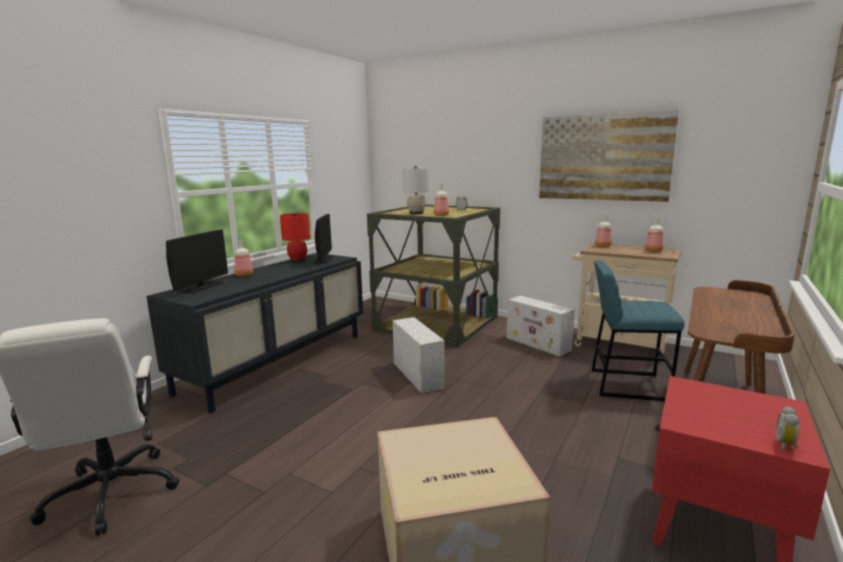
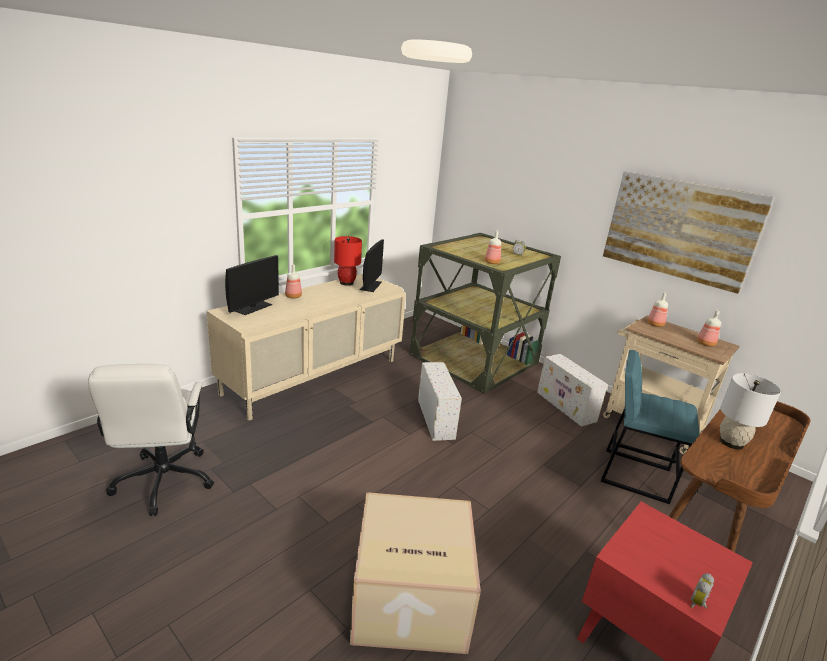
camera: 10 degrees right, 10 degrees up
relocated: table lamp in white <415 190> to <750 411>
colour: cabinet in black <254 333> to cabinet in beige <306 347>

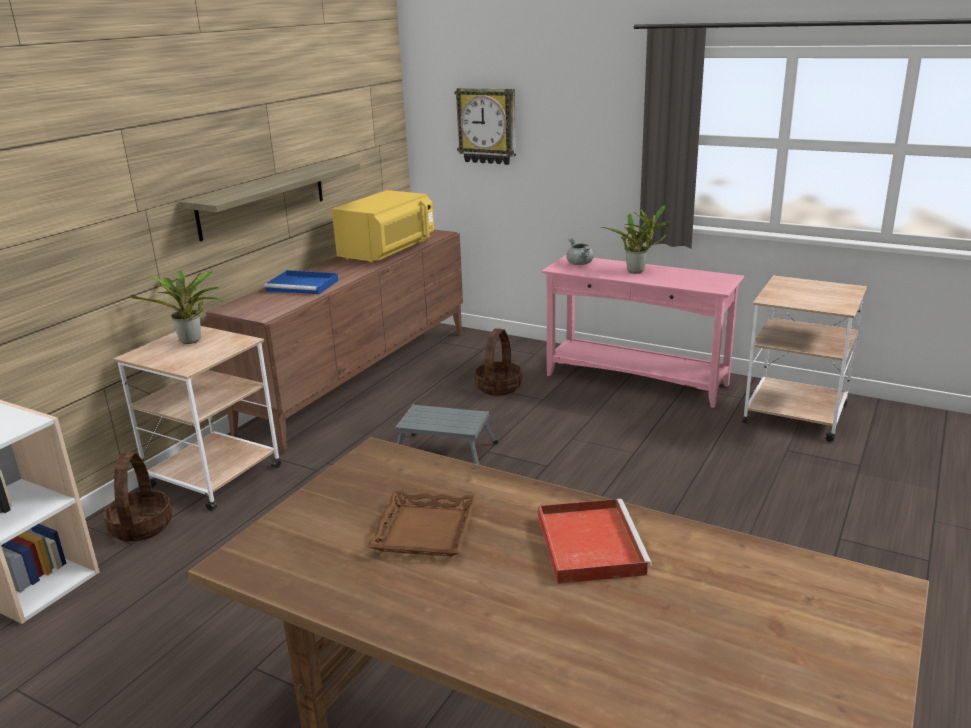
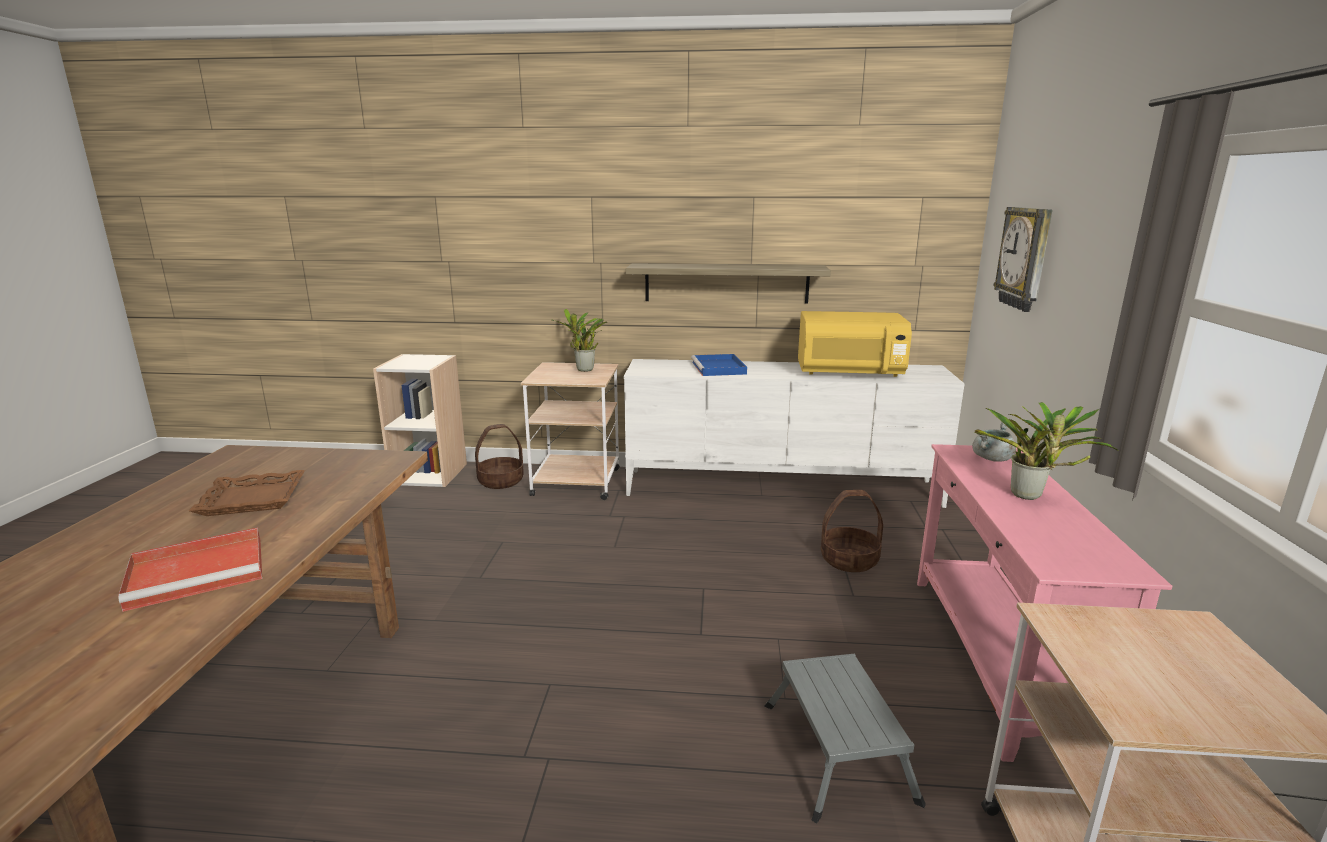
camera: 65 degrees right, 5 degrees down
relocated: step ladder in grey <446 434> to <845 739>
colour: cabinet in brown <334 342> to cabinet in white <794 433>

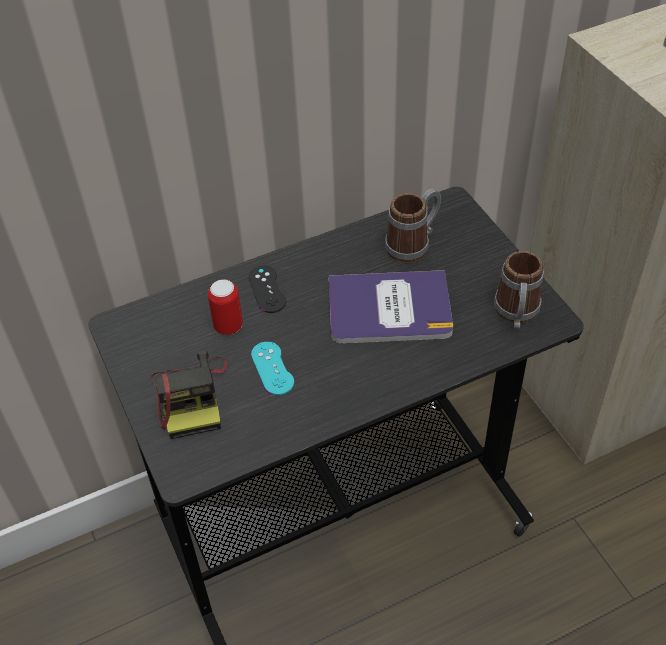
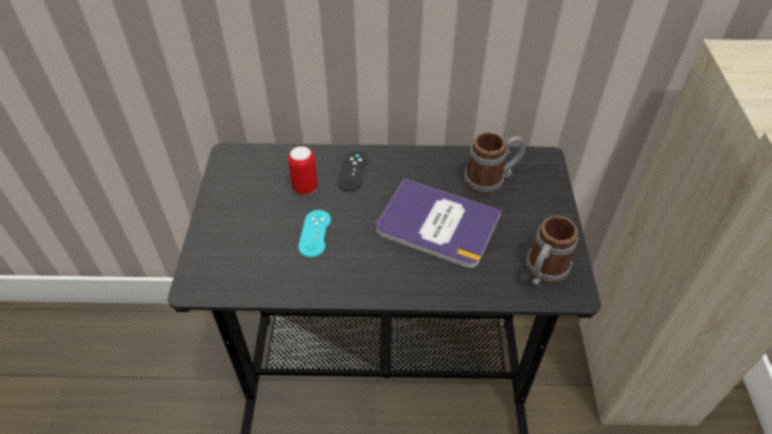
camera: 25 degrees right, 0 degrees up
missing: photo camera <189 394>

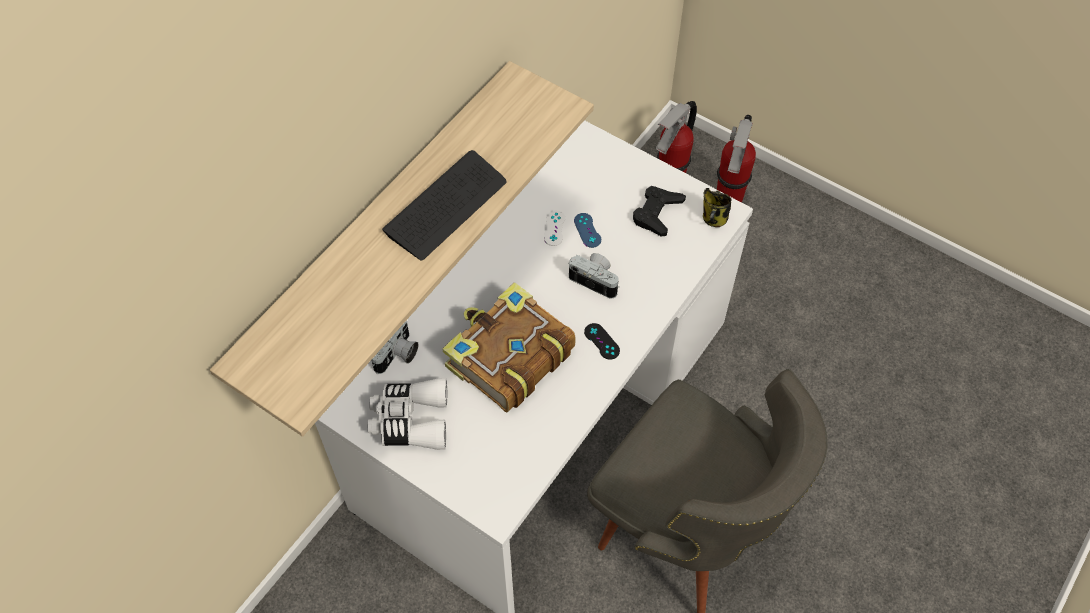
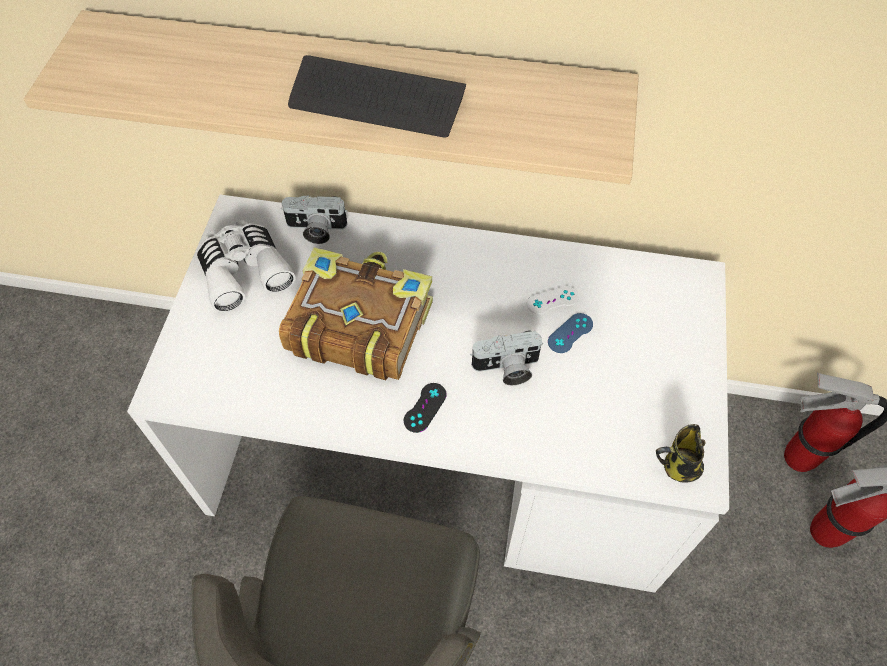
camera: 65 degrees right, 0 degrees up
missing: game controller in black <659 211>
spun: photo camera <593 276> = <506 358> 75 degrees clockwise

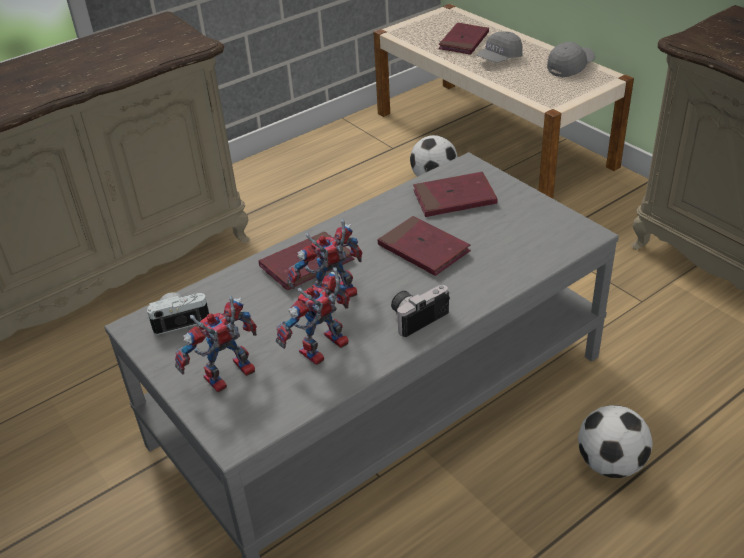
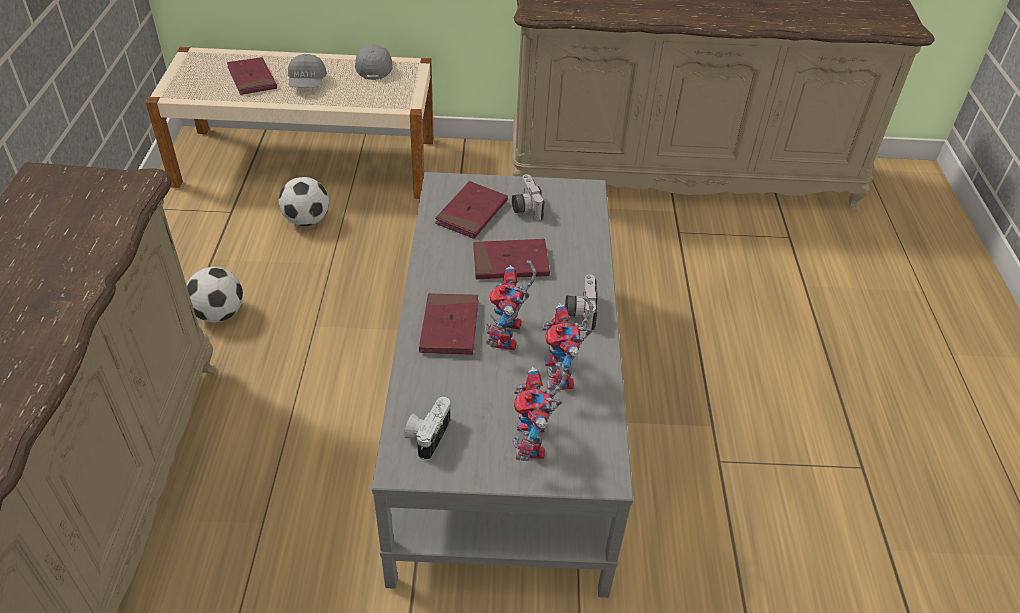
camera: 55 degrees left, 5 degrees up
appeared: photo camera <528 197>
relocated: football <615 441> to <214 294>

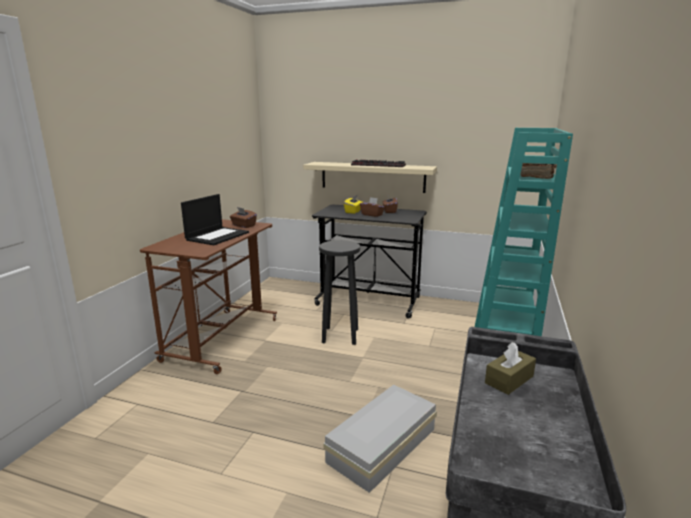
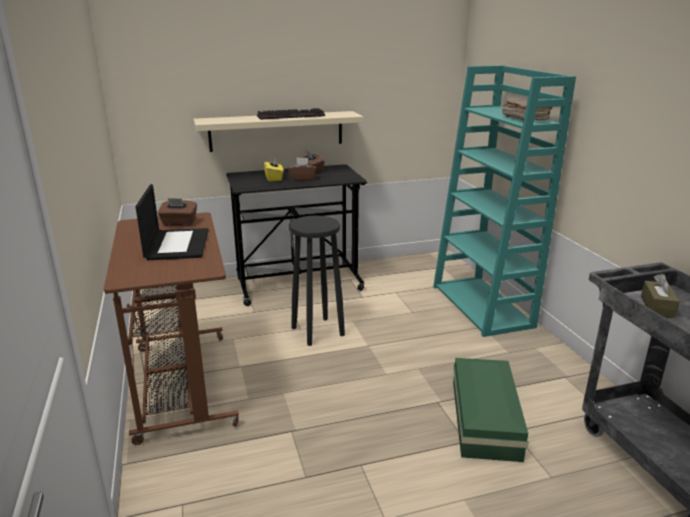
camera: 35 degrees left, 5 degrees up
colour: storage box in white <380 439> to storage box in green <491 410>

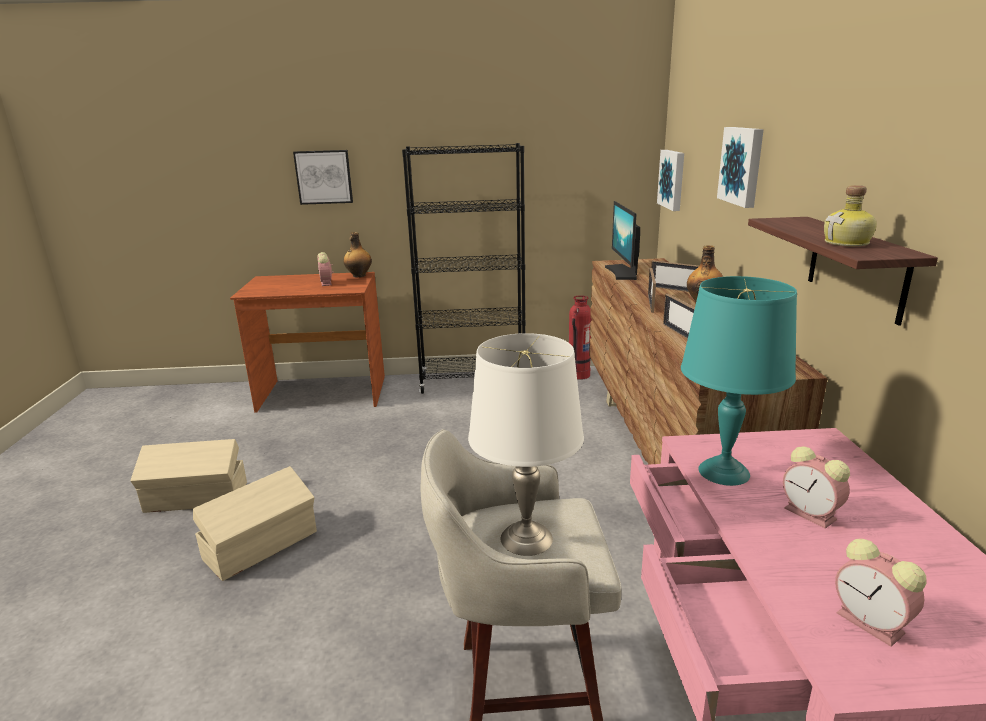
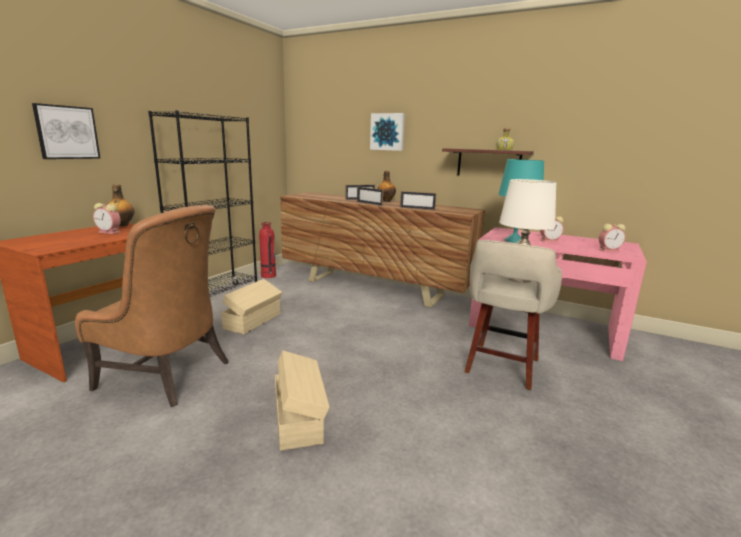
camera: 60 degrees left, 5 degrees down
missing: monitor <622 240>; picture <670 180>
appeared: chair in brown <152 306>
relocated: storage box in beige <189 476> to <251 306>

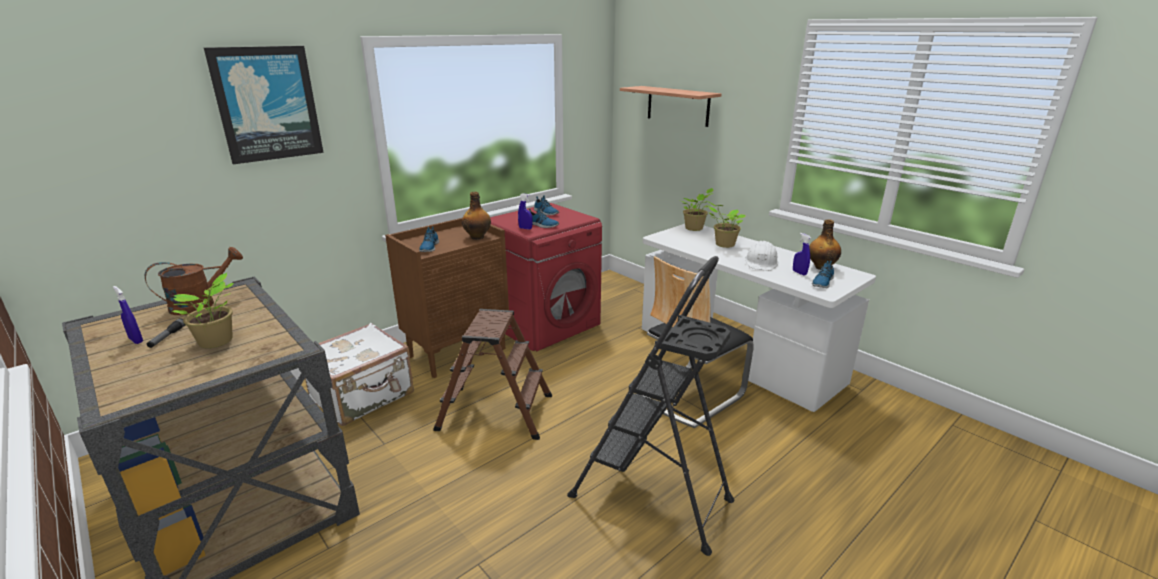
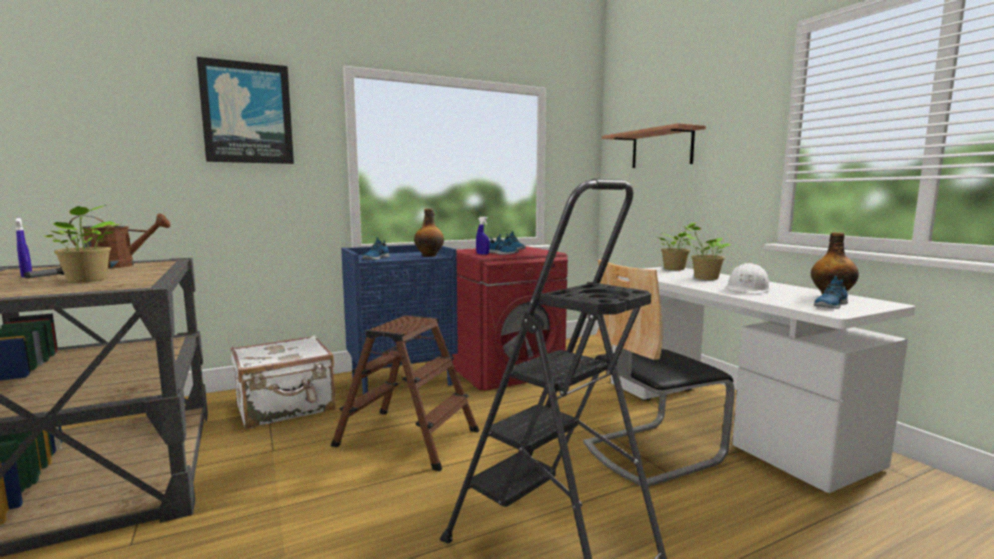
camera: 15 degrees right, 15 degrees down
missing: spray bottle in blue <802 254>
colour: cabinet in brown <447 298> to cabinet in blue <399 319>

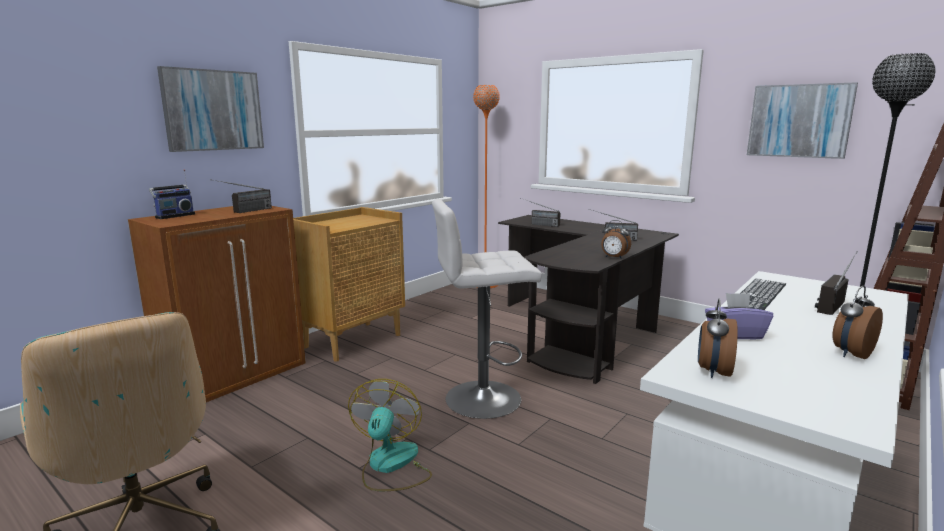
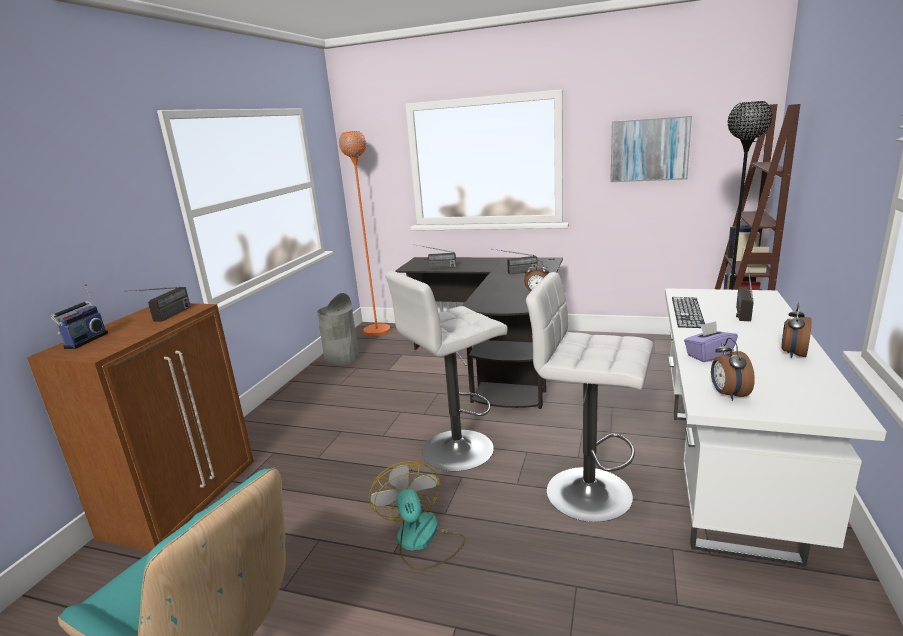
camera: 20 degrees left, 5 degrees up
missing: picture <210 109>; cabinet in brown <349 284>
appeared: trash can in grey <338 329>; stool in white <589 397>

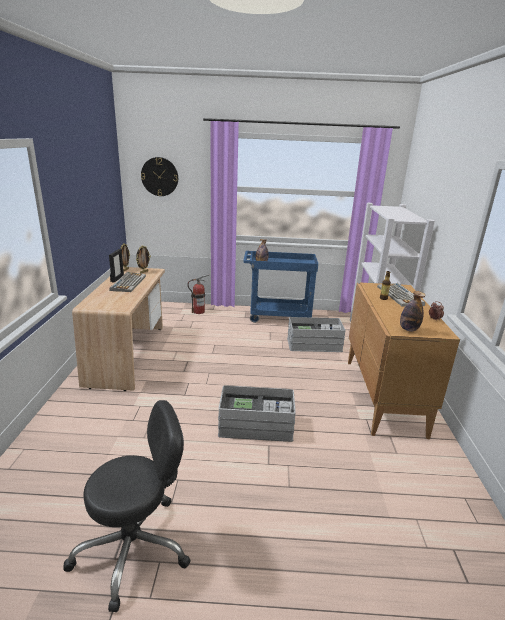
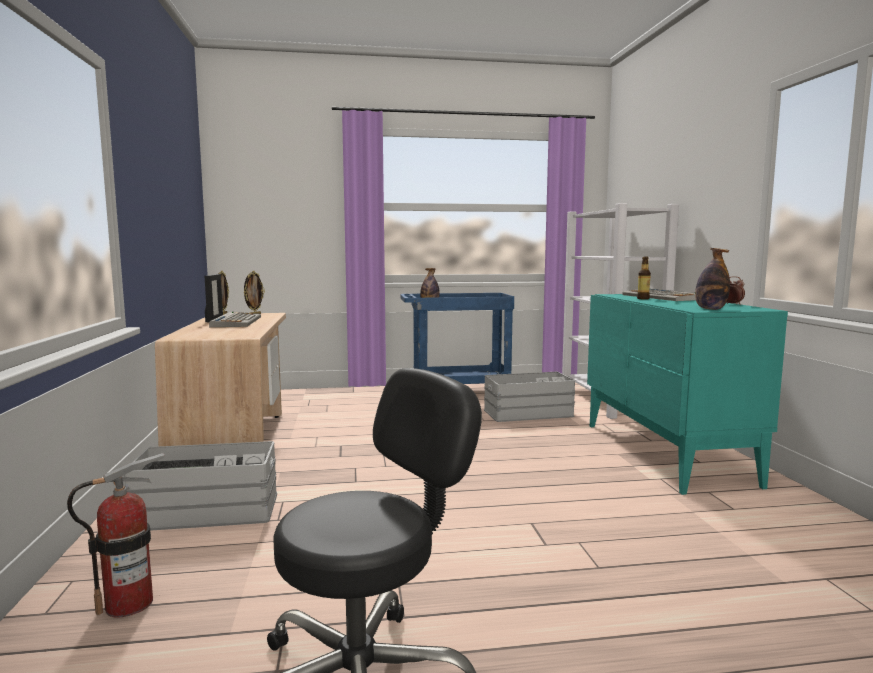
camera: 10 degrees left, 15 degrees down
missing: wall clock <159 176>
relocated: fire extinguisher <198 294> to <116 535>; storage box in grey <257 413> to <200 486>
colour: cabinet in brown <404 361> to cabinet in turquoise <687 394>

